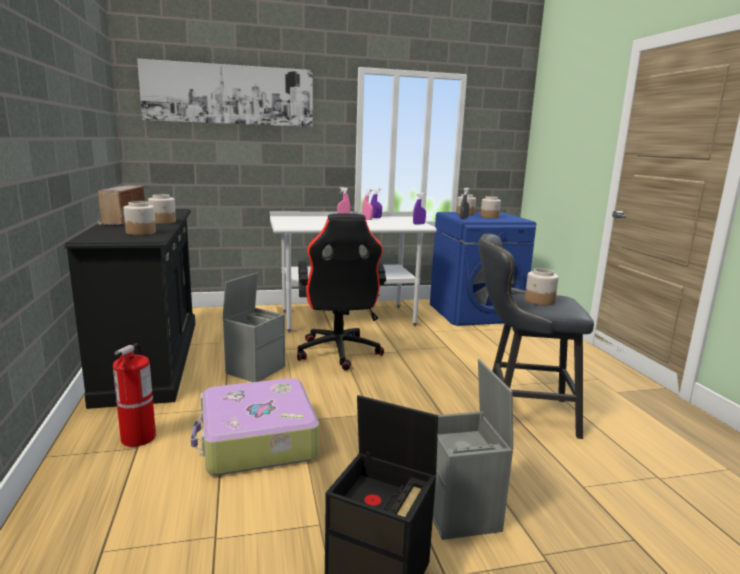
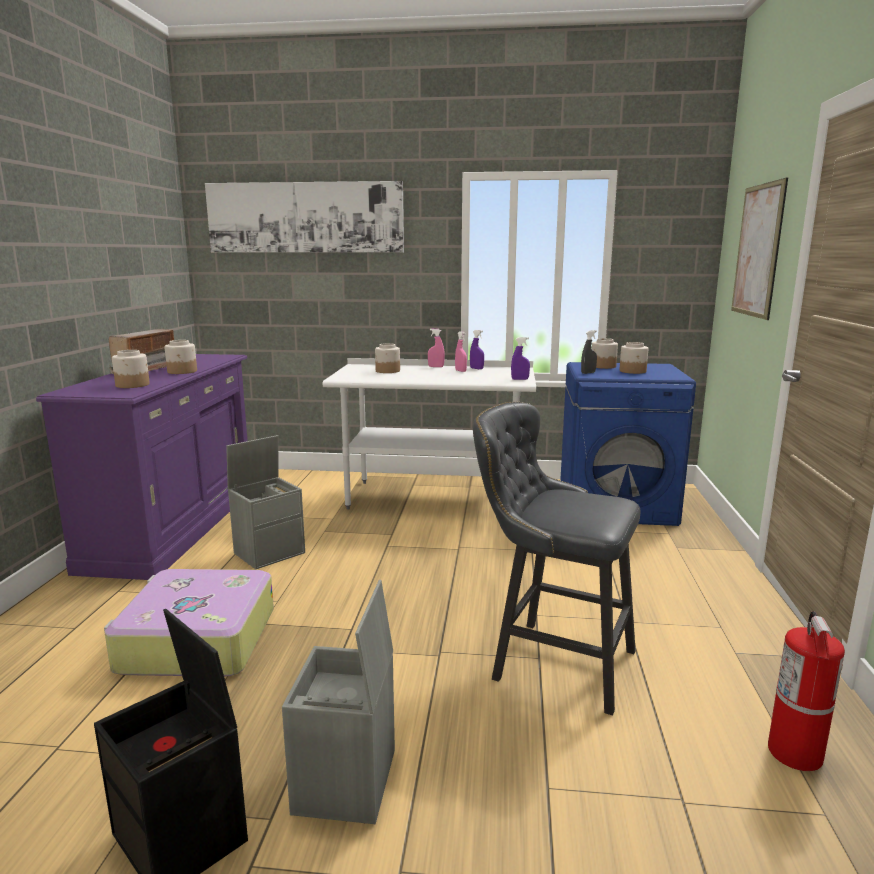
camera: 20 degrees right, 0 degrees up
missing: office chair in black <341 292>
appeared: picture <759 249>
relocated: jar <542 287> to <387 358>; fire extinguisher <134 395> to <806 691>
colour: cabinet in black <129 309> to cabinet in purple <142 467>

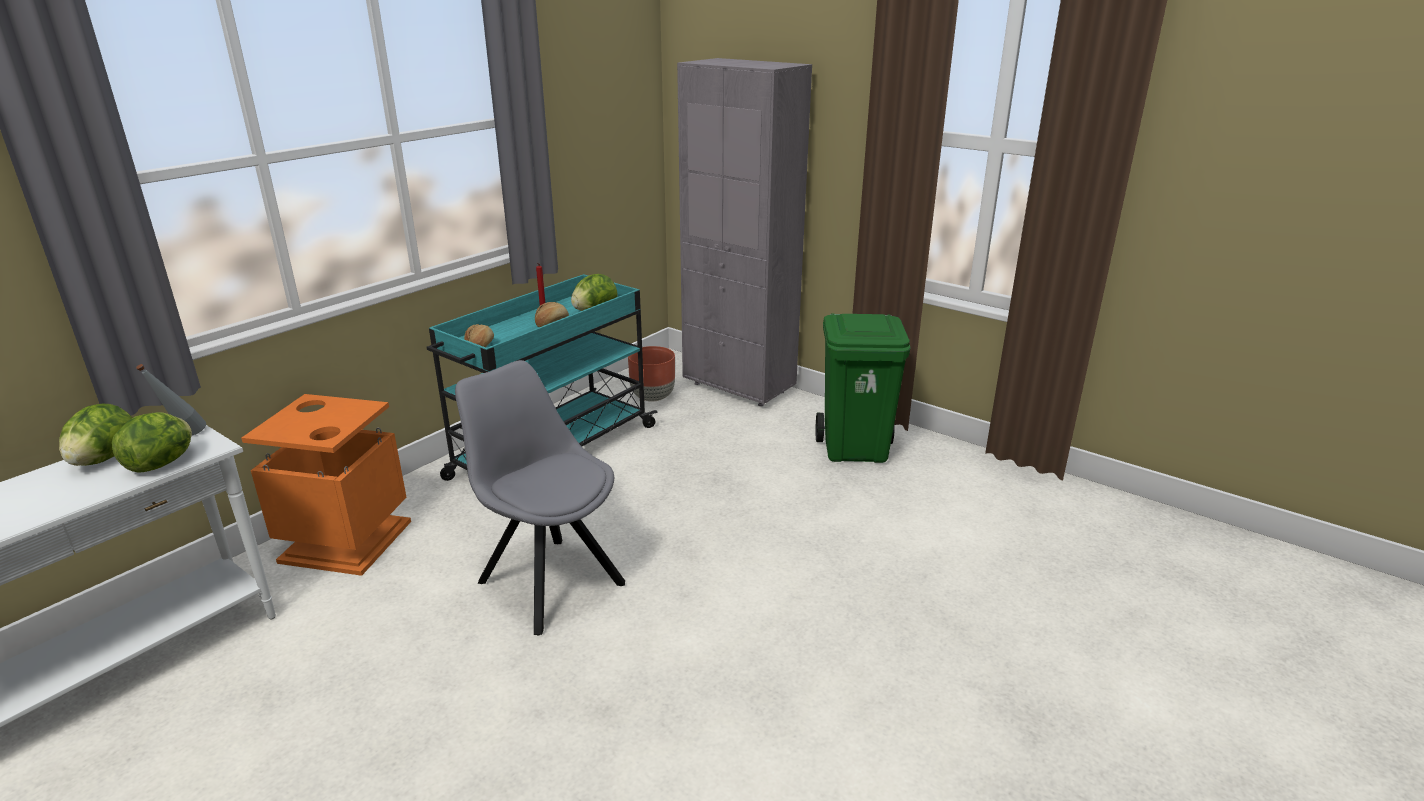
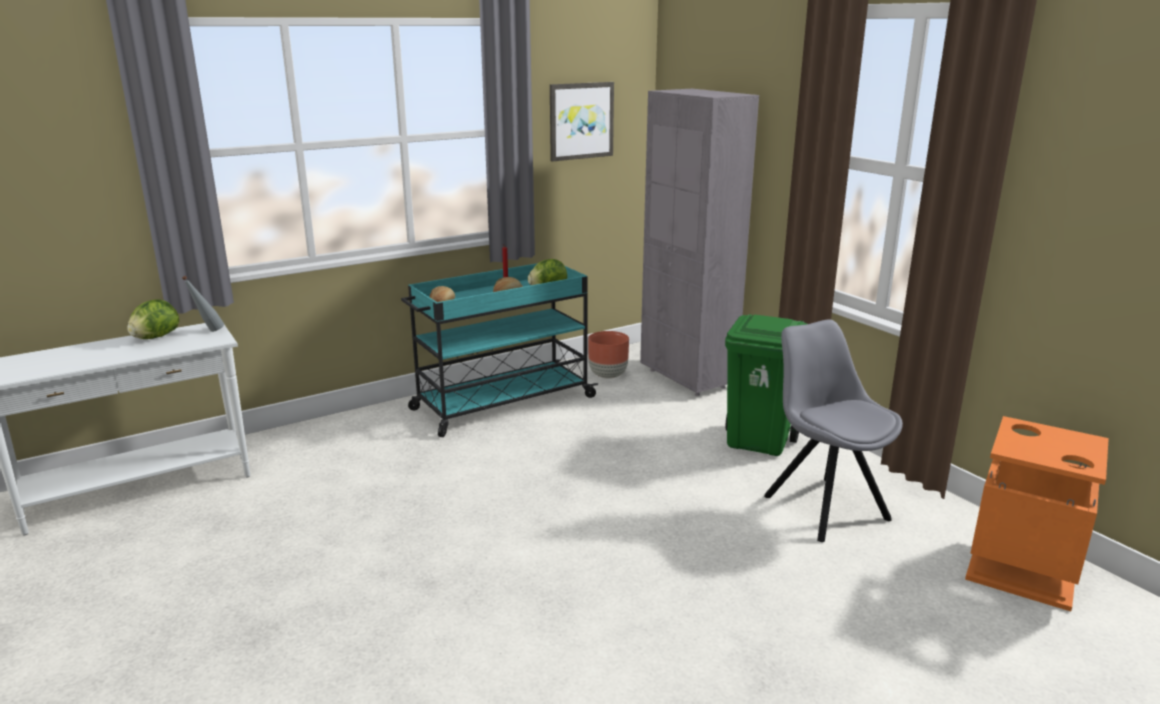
camera: 20 degrees right, 5 degrees down
missing: lettuce <152 442>
appeared: picture <582 122>
relocated: chair in grey <540 497> to <833 430>; trash can in orange <326 485> to <1037 513>

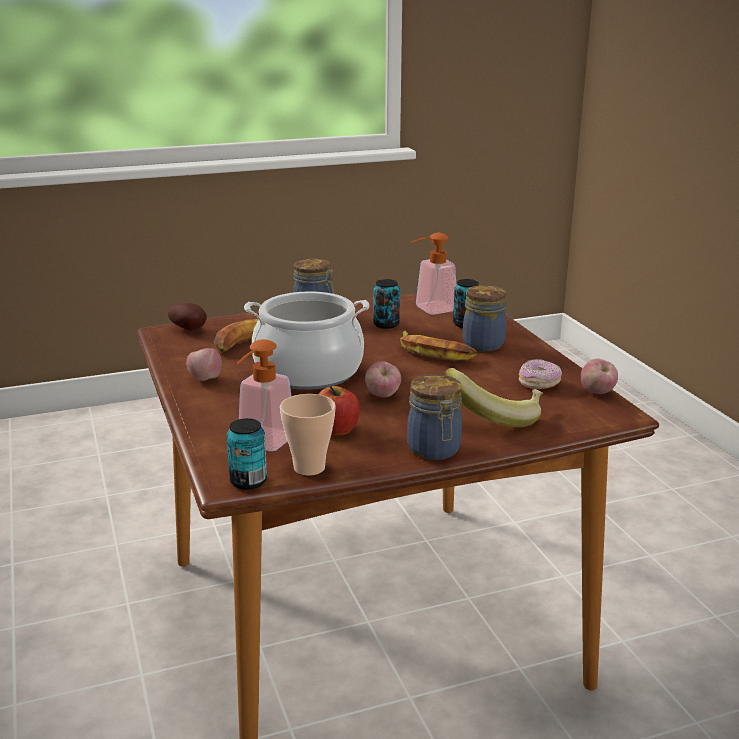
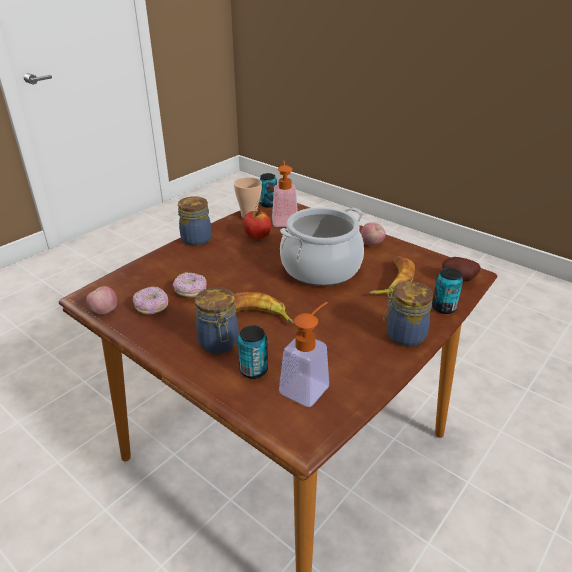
camera: 150 degrees right, 10 degrees up
missing: apple <383 379>; banana <494 397>
appeared: donut <190 285>
relocated: can <386 304> to <447 291>

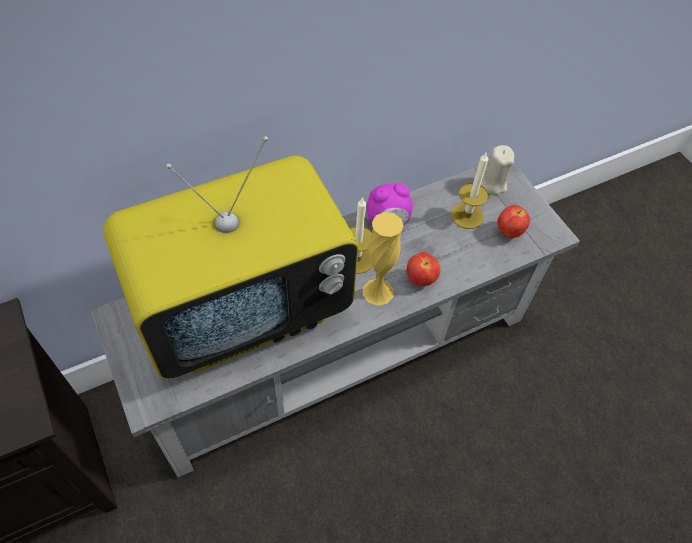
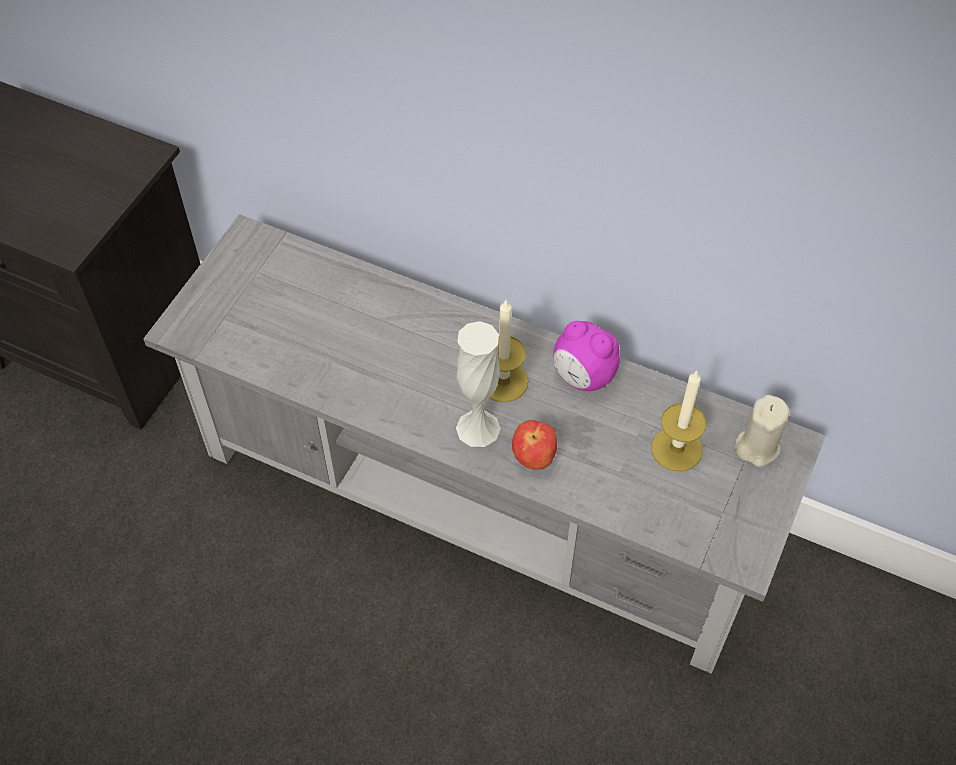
camera: 55 degrees right, 0 degrees up
missing: television <231 257>; apple <513 221>
colour: vase in yellow <383 259> to vase in white <478 384>

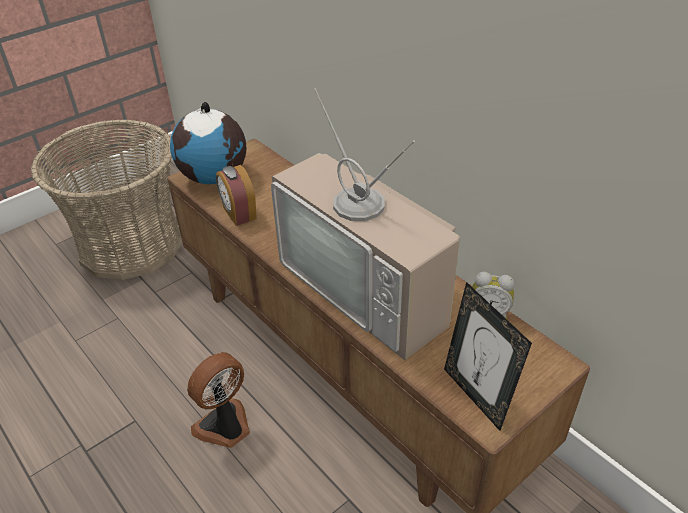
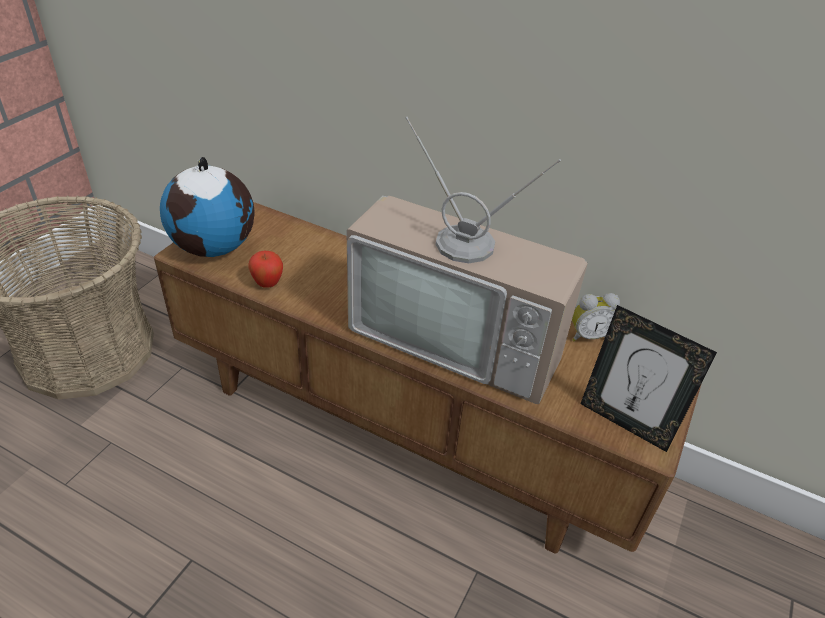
camera: 25 degrees left, 0 degrees up
missing: fan <218 400>
exchanged: alarm clock <236 195> to apple <265 269>

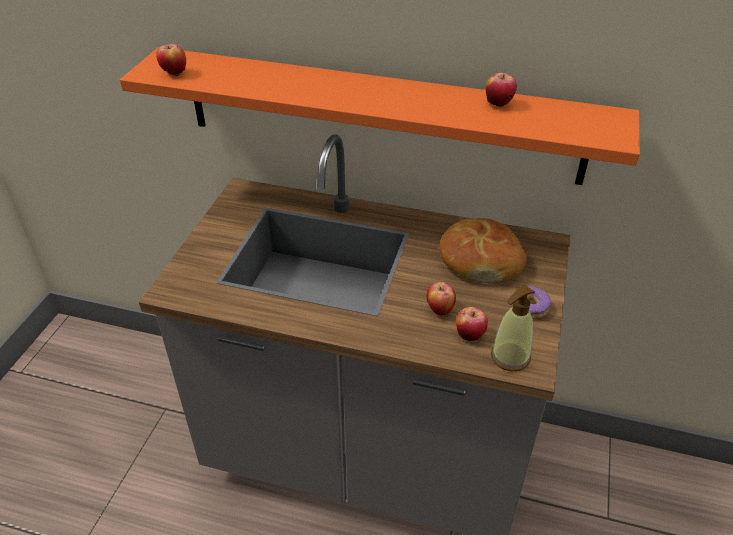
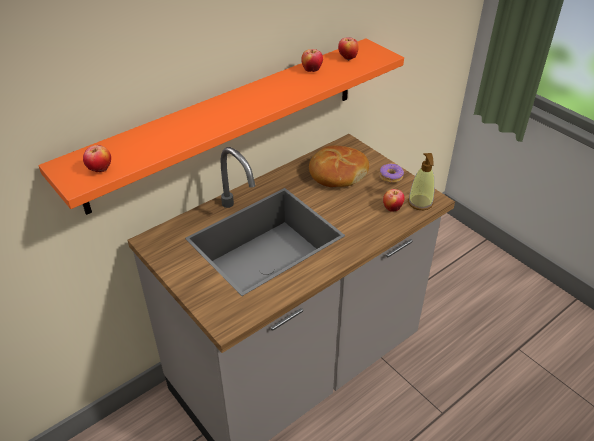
camera: 55 degrees left, 0 degrees up
relocated: apple <441 299> to <348 49>

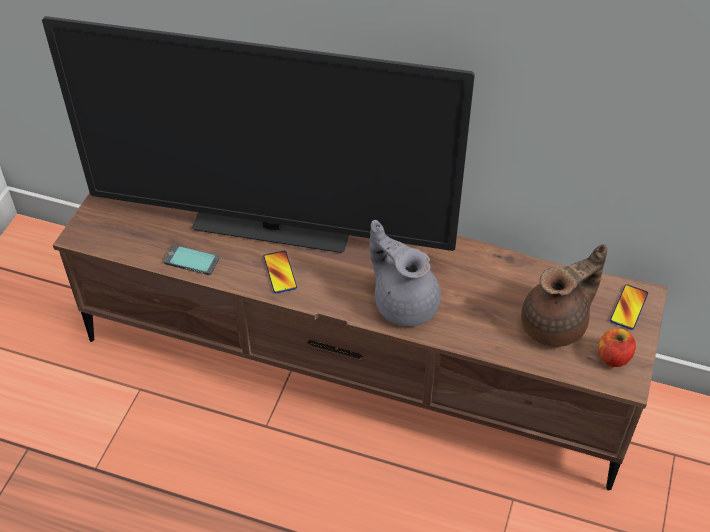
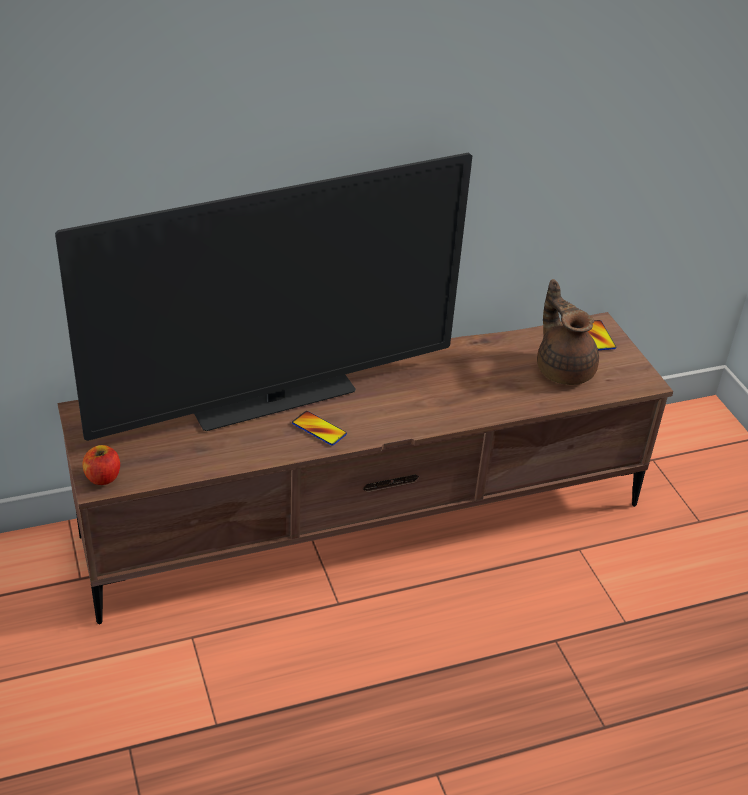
camera: 40 degrees left, 10 degrees down
missing: phone <191 260>; teapot in grey <405 273>
relocated: apple <617 347> to <101 465>
spun: teapot in brown <564 295> = <568 332> 45 degrees counterclockwise

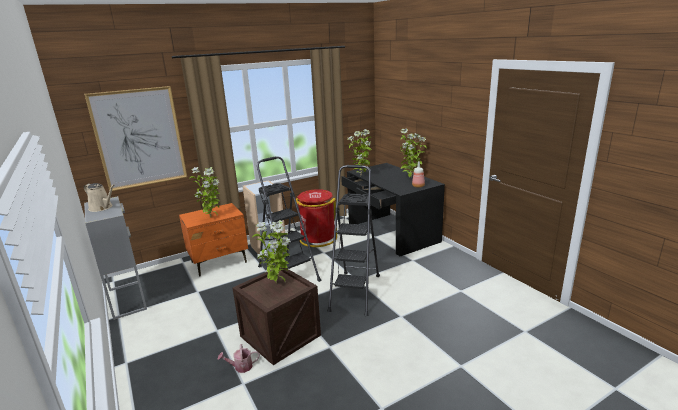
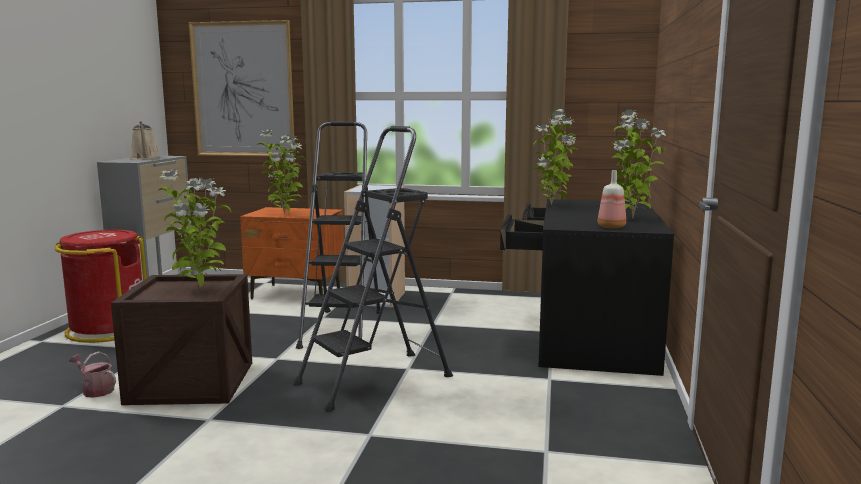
camera: 40 degrees right, 10 degrees down
relocated: trash can in red <316 218> to <101 286>

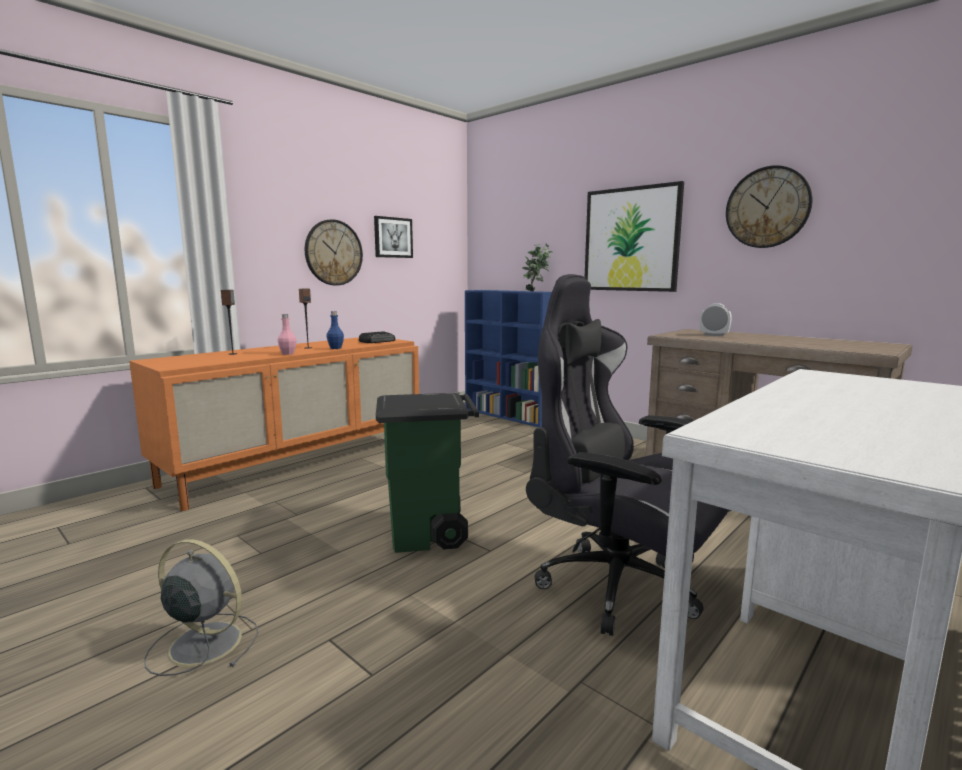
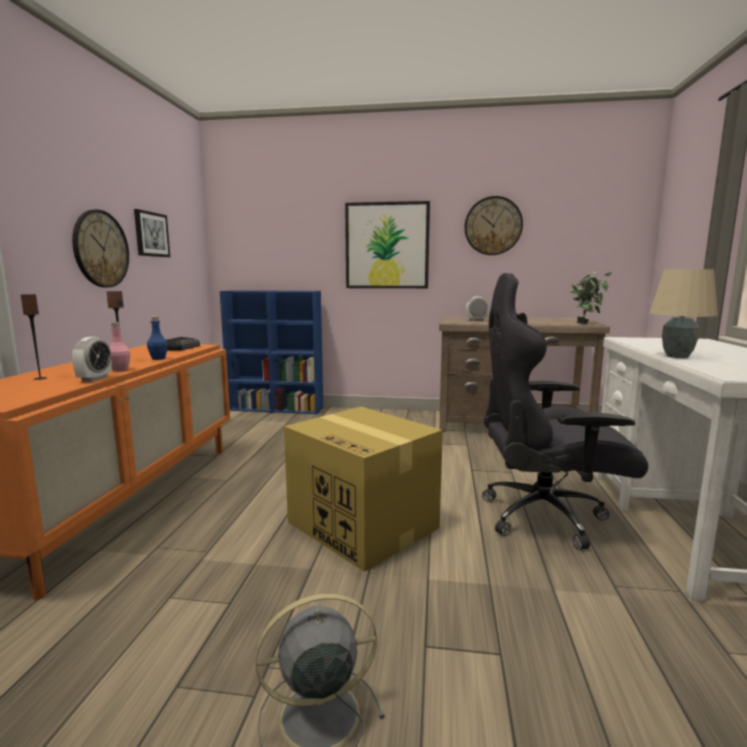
camera: 35 degrees left, 0 degrees up
appeared: alarm clock <92 359>; table lamp in beige <683 313>
relocated: potted plant <537 268> to <590 298>
exchanged: trash can in green <427 473> to cardboard box <363 489>

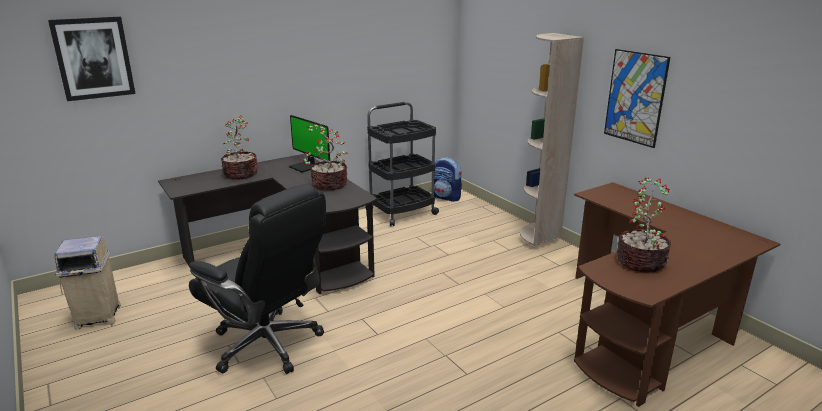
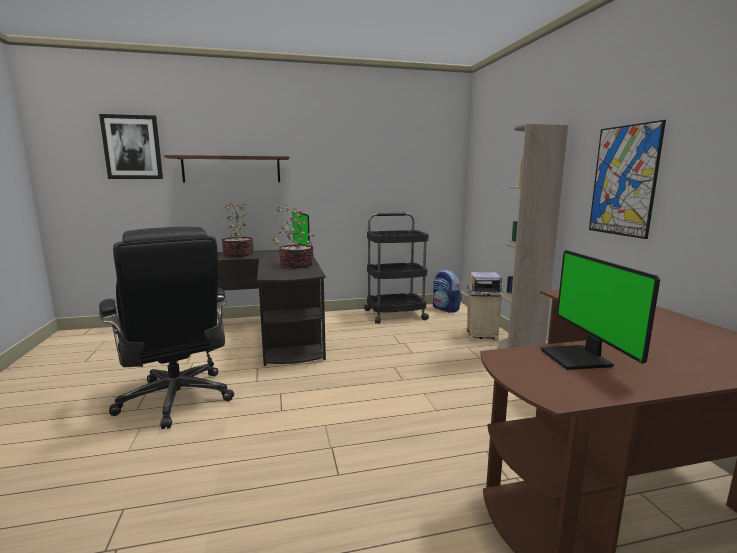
camera: 20 degrees right, 10 degrees down
appeared: shelf in brown <227 168>
relocated: trash can in beige <87 282> to <484 306>
exchanged: potted plant <644 225> to monitor <600 310>

